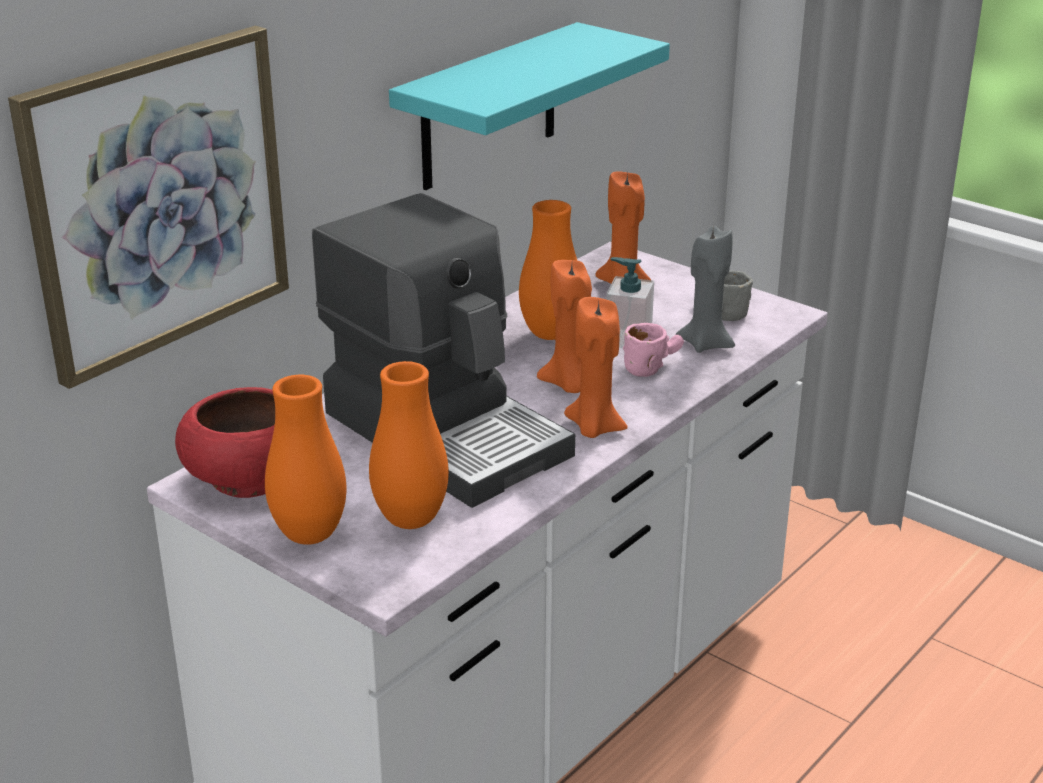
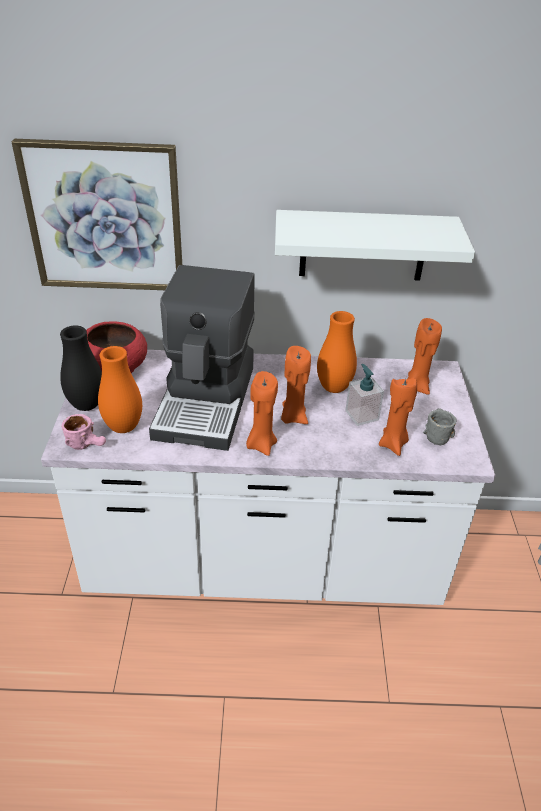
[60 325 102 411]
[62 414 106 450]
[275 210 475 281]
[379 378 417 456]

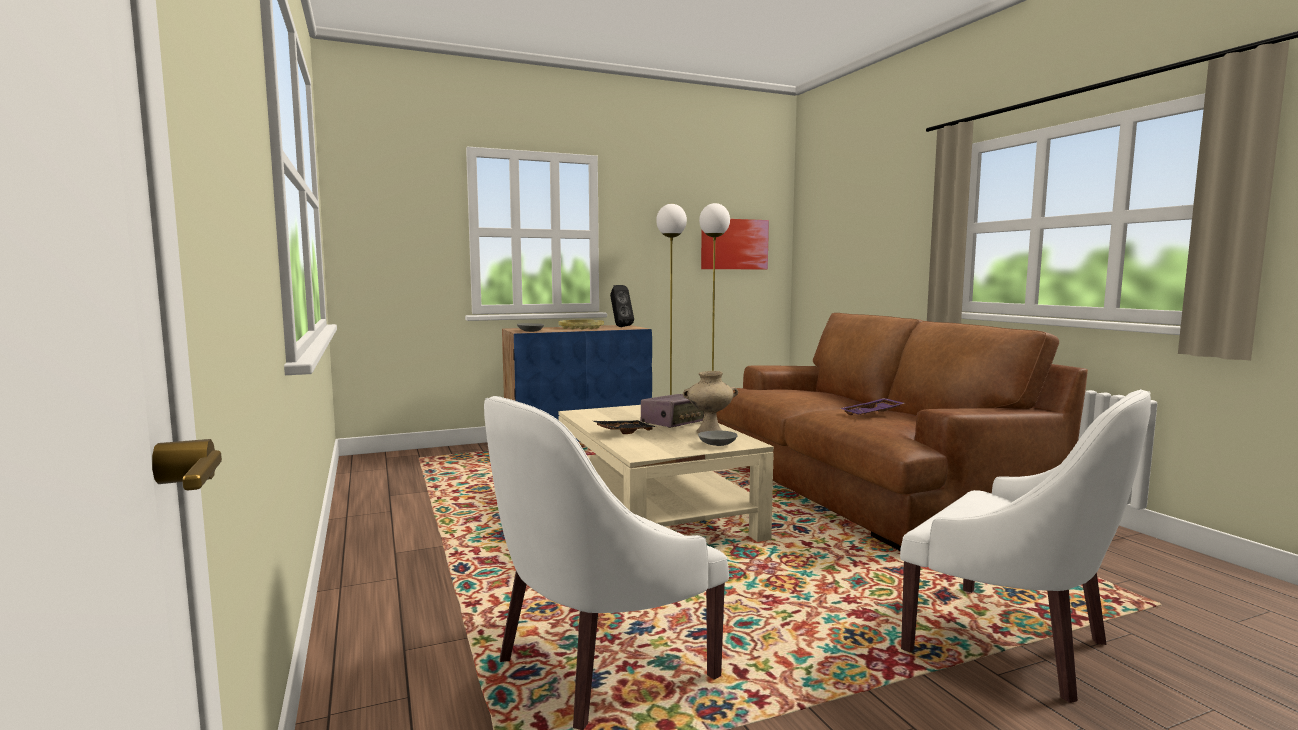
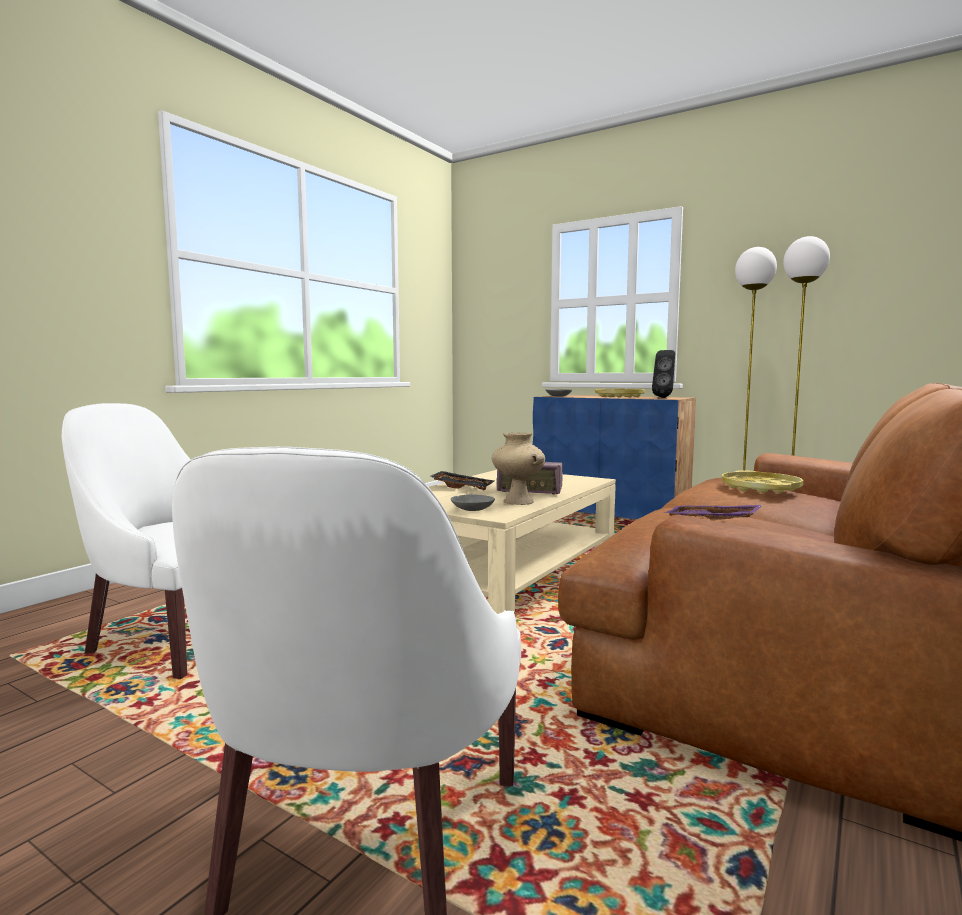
[722 470 803 493]
[701 219 769 269] (first image)

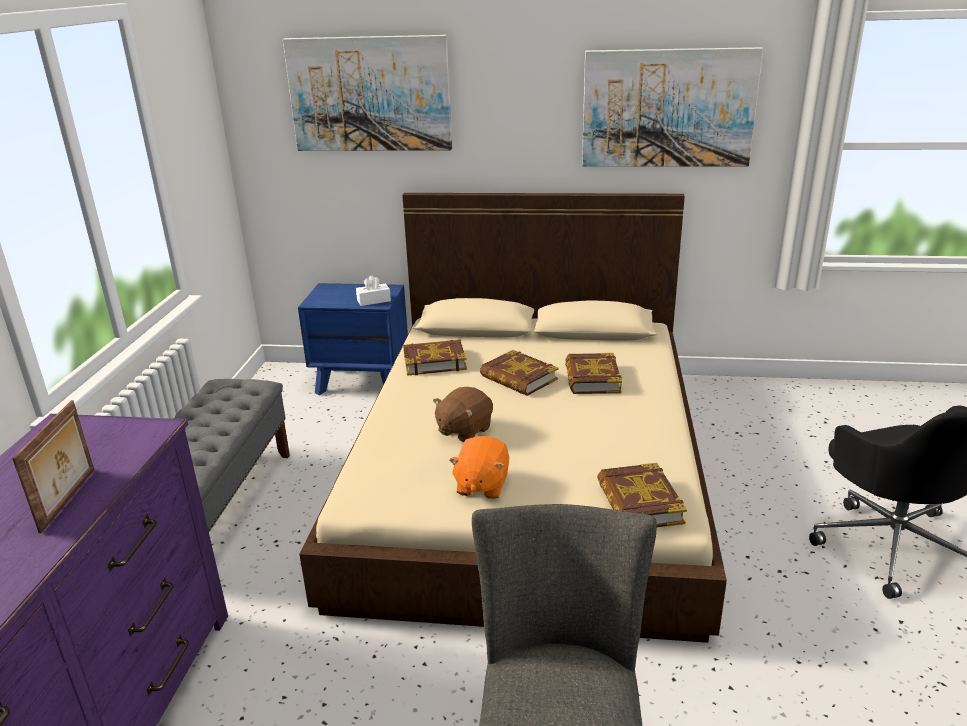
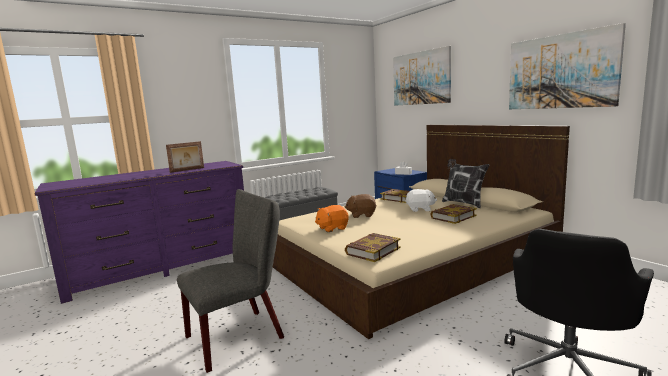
[405 189 437 212]
[442 159 490 208]

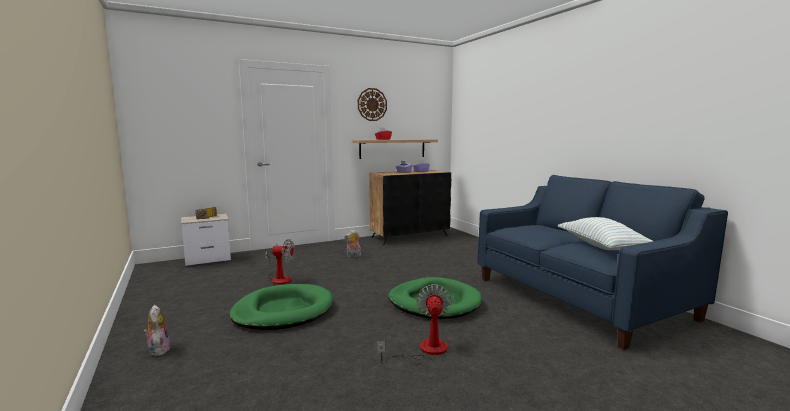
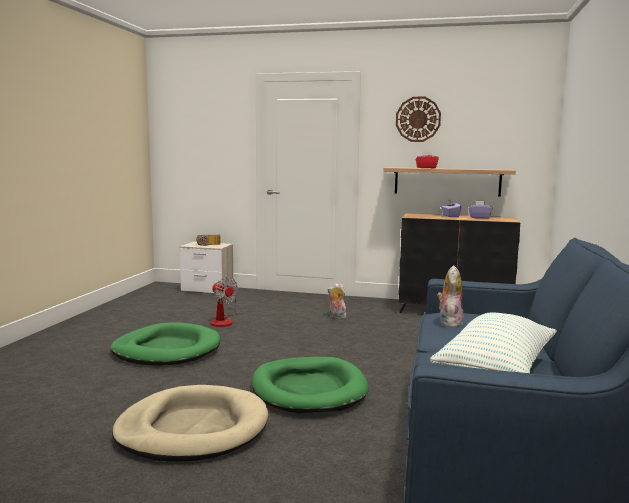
[112 385 269 462]
[437 265 463 327]

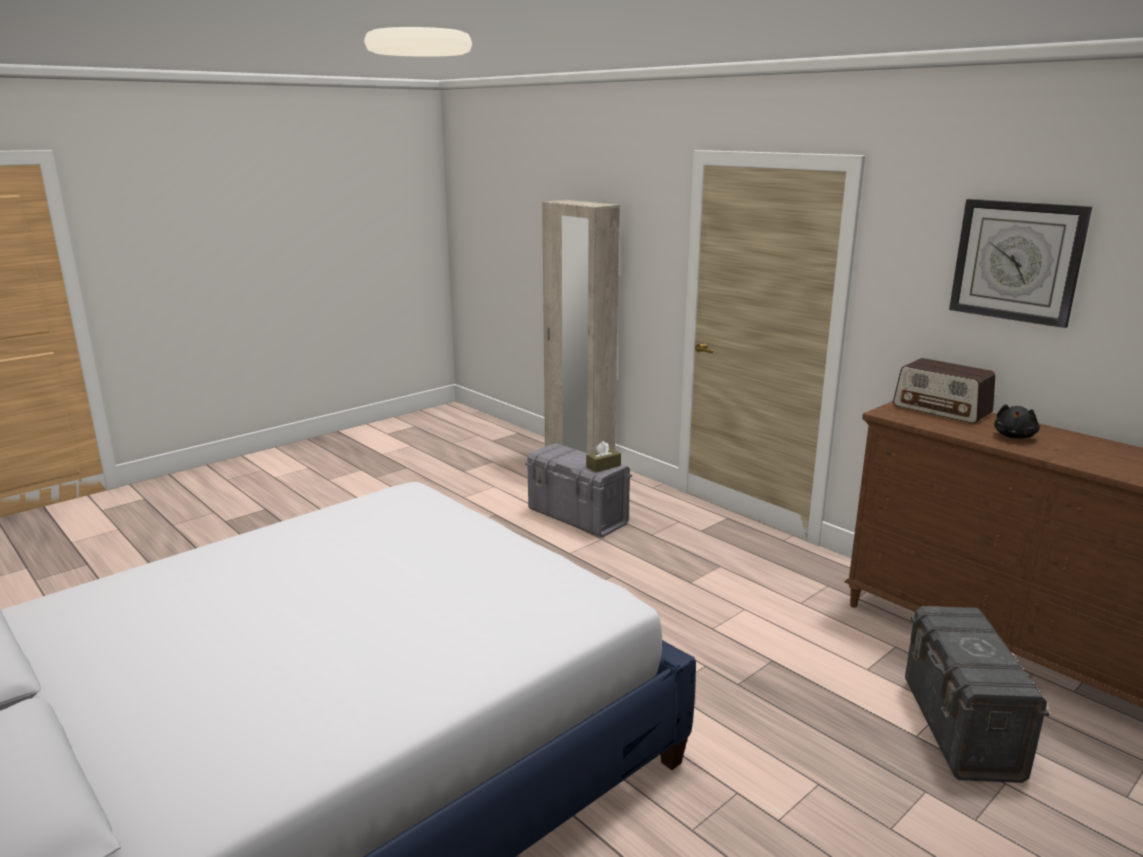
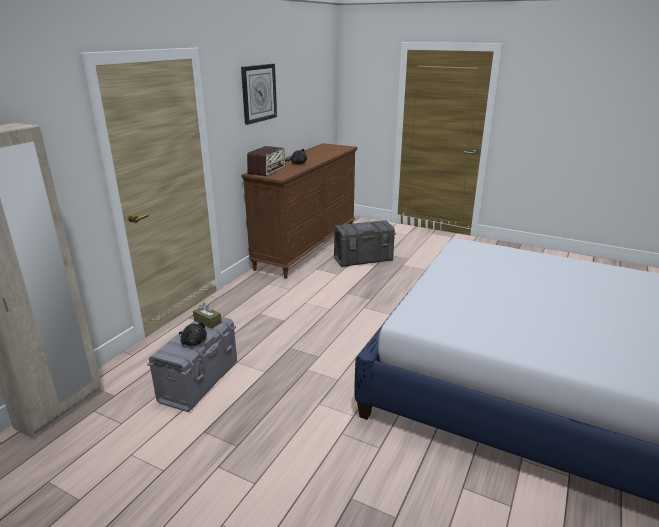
[179 322 207 346]

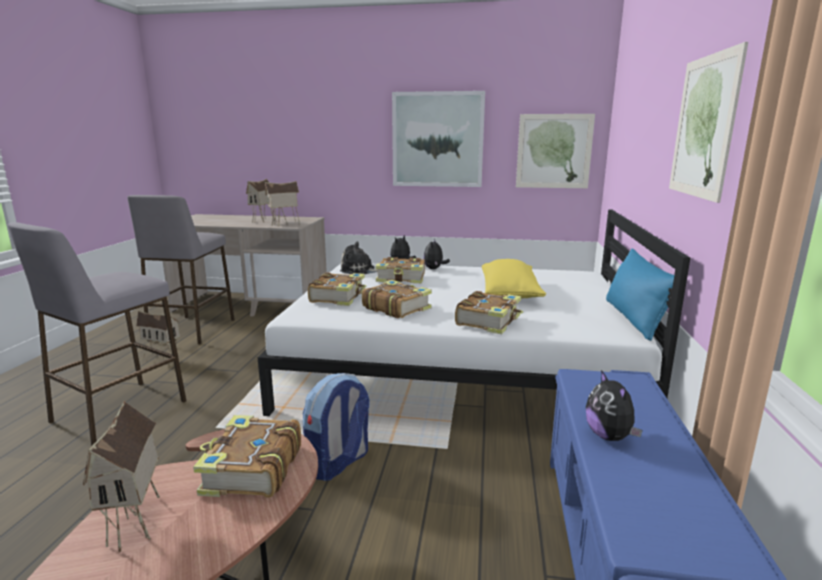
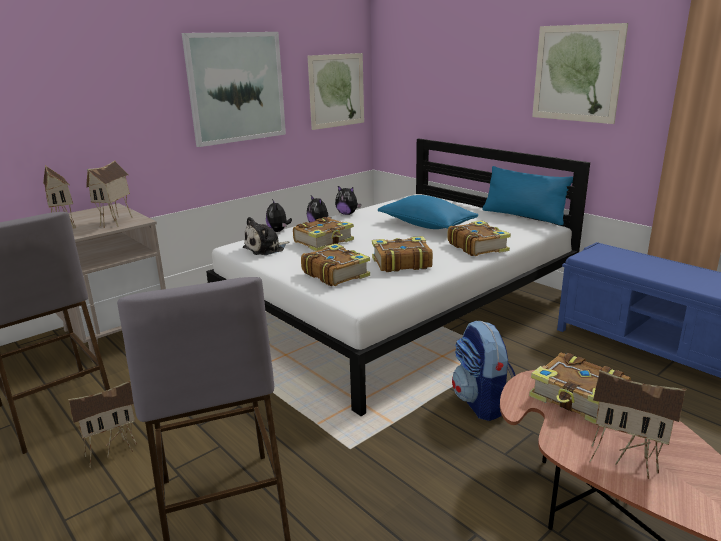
[335 186 361 215]
[378 195 478 229]

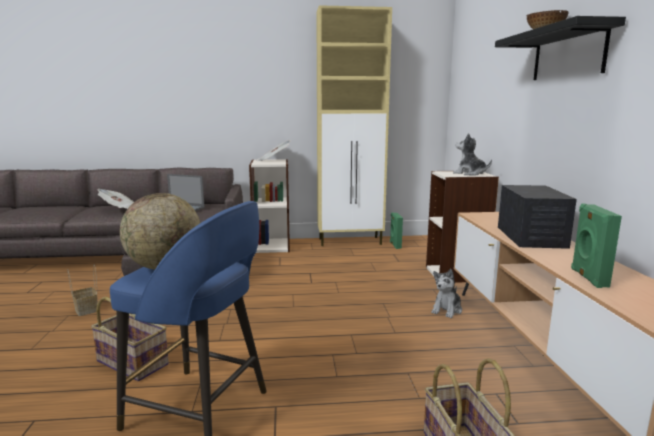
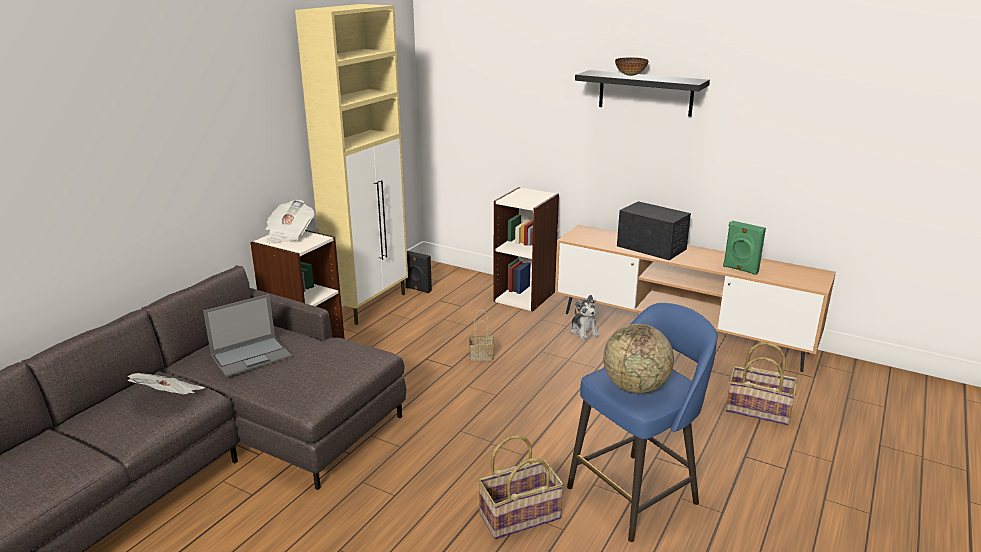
[405 251 432 293]
[469 310 495 361]
[453 133 492 176] (first image)

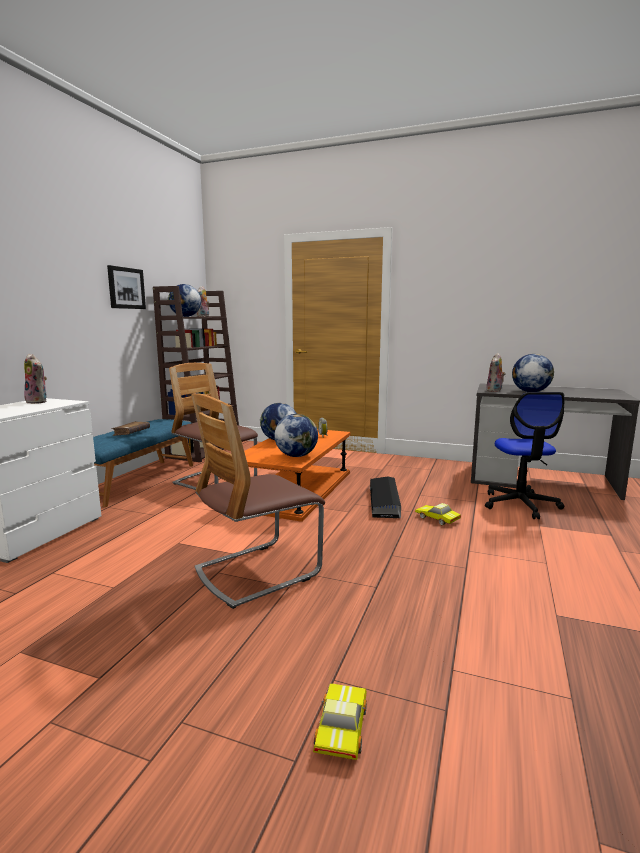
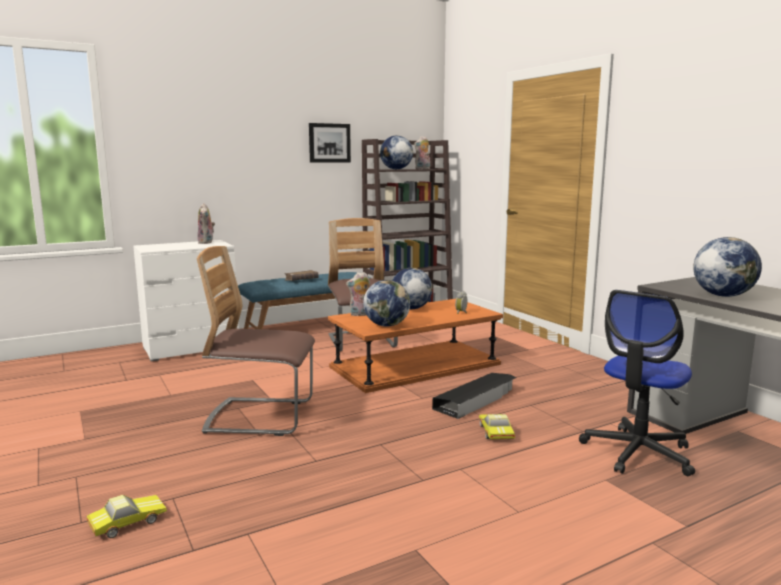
[346 272 370 316]

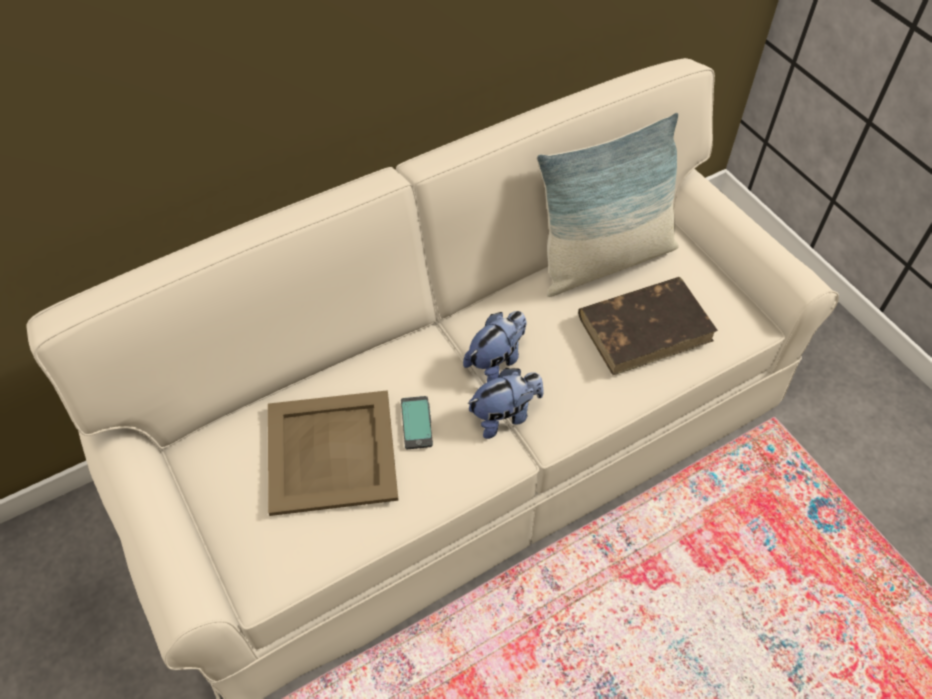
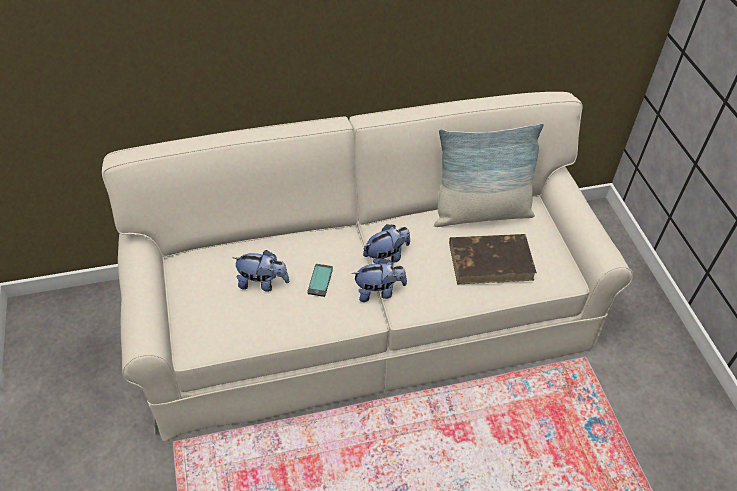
[232 250 289 292]

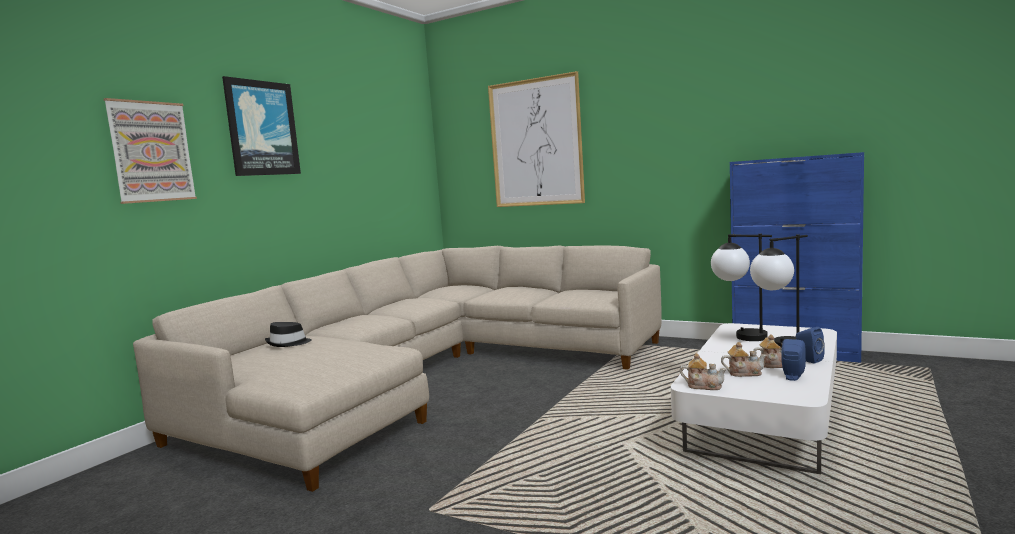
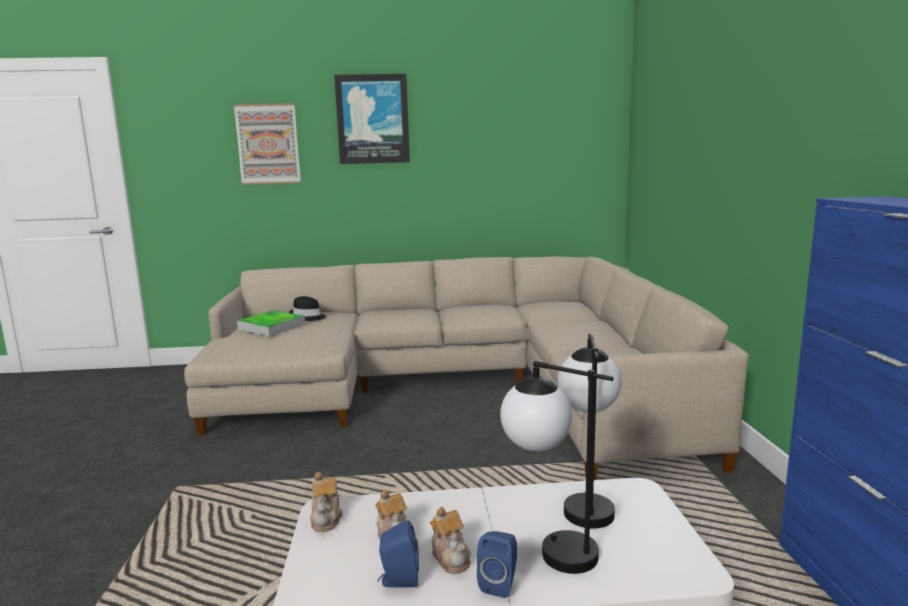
[237 311 305 336]
[488 71 585 207] (first image)

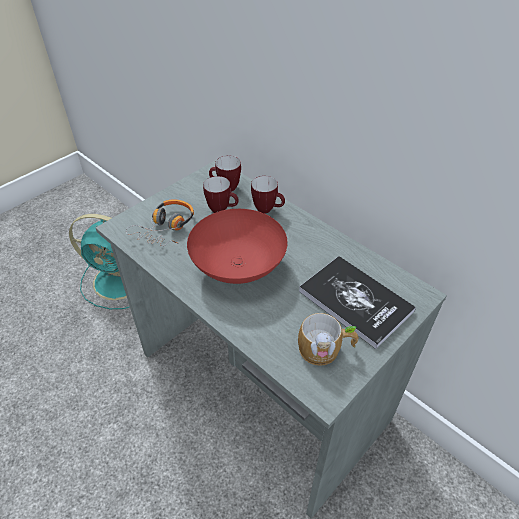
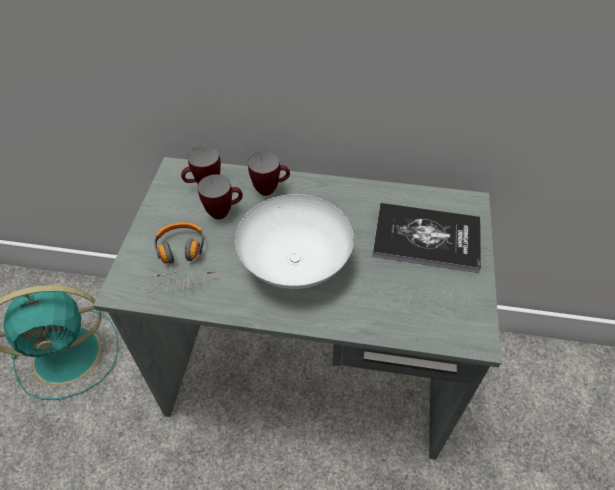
[235 194 354 289]
[298 313 359 366] (first image)

